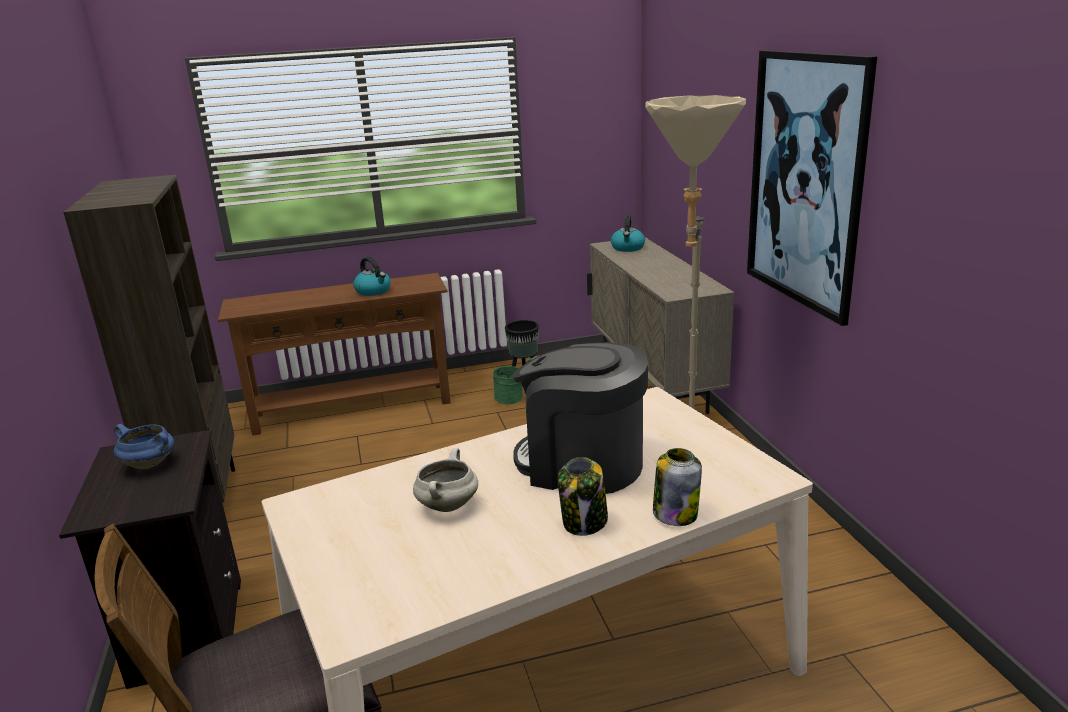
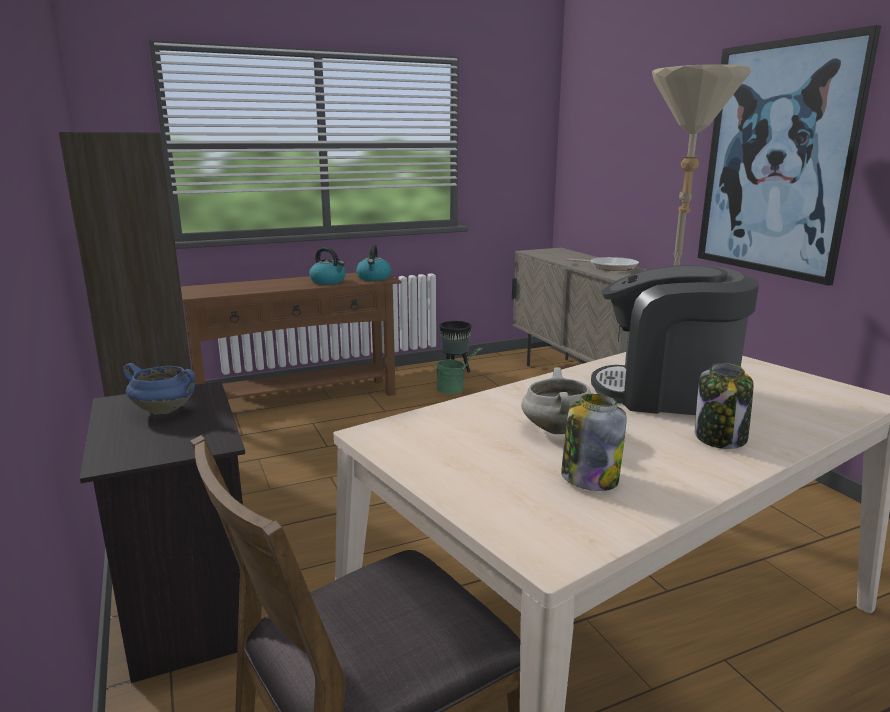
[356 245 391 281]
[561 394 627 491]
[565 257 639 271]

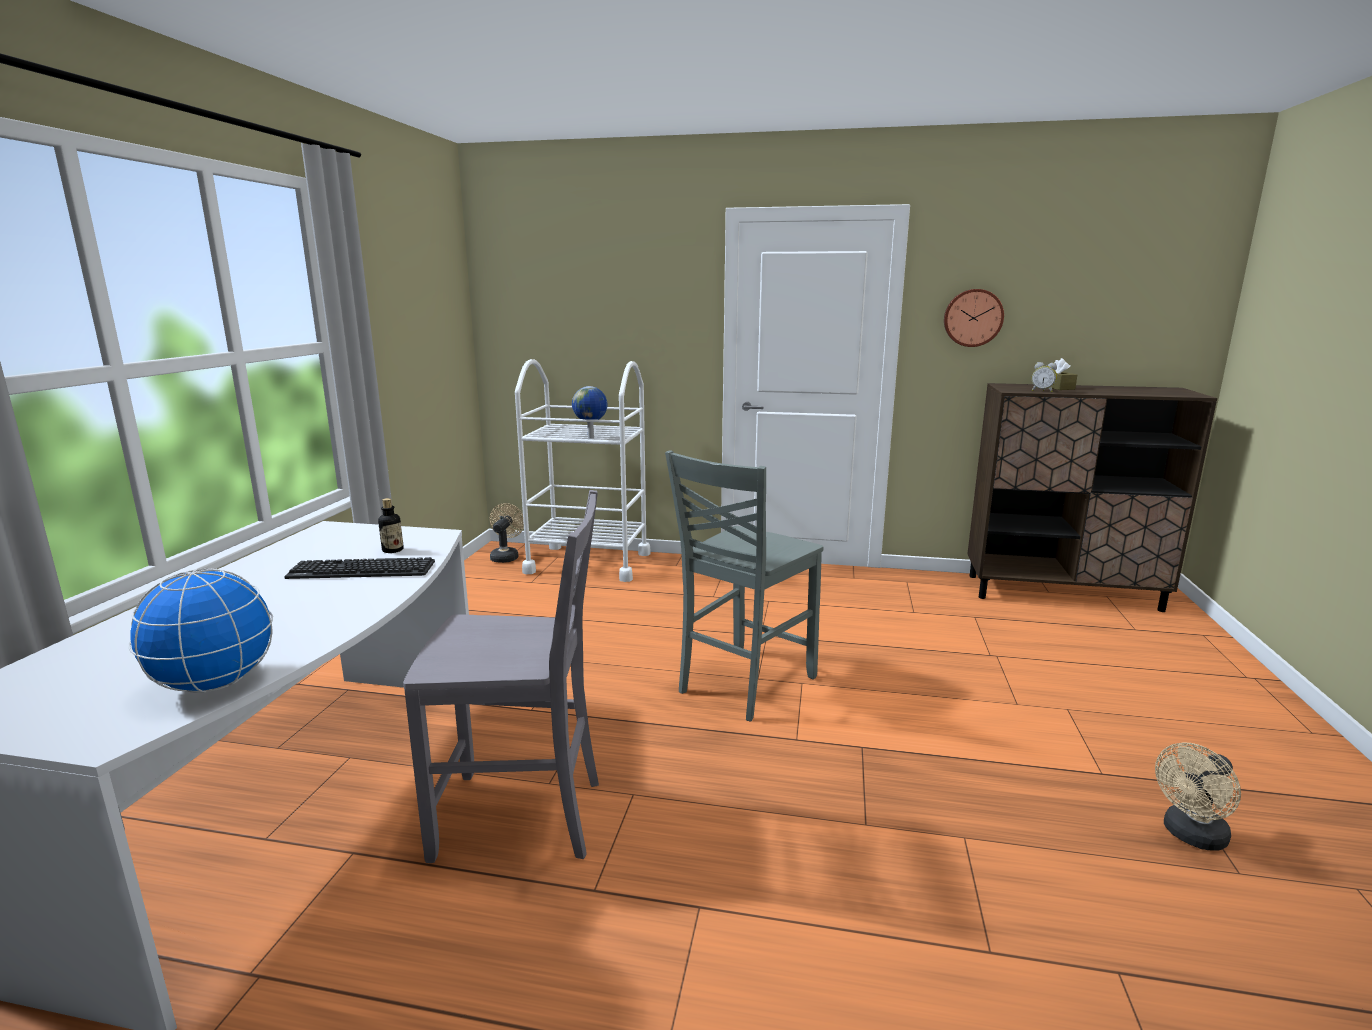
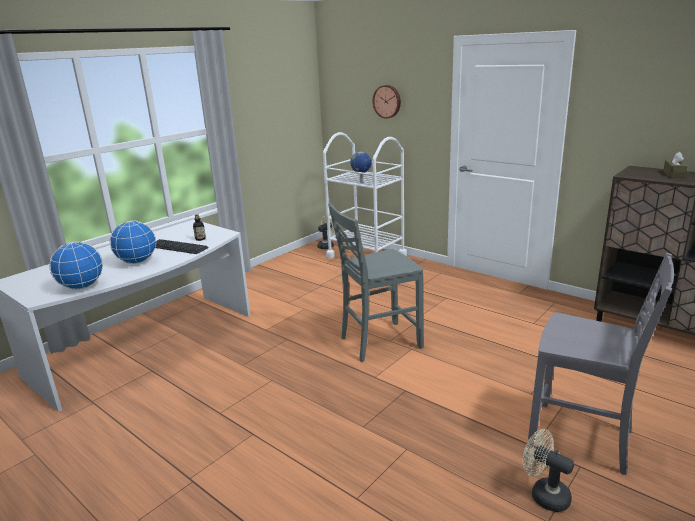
[110 221 156 264]
[372 85 401 119]
[523 429 574 512]
[528 253 674 475]
[1032 362 1057 392] (first image)

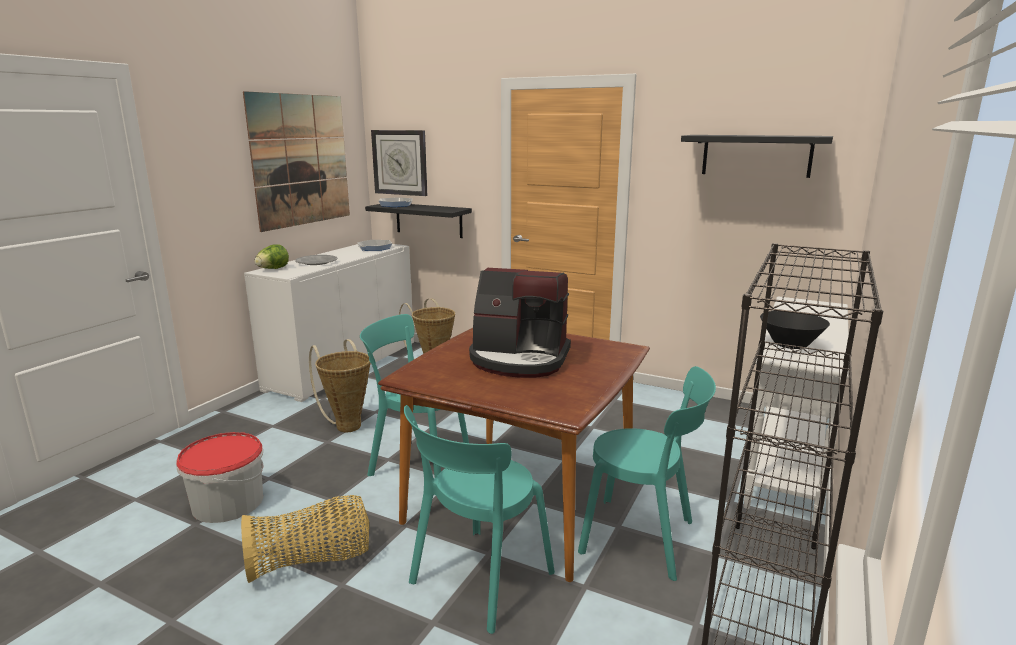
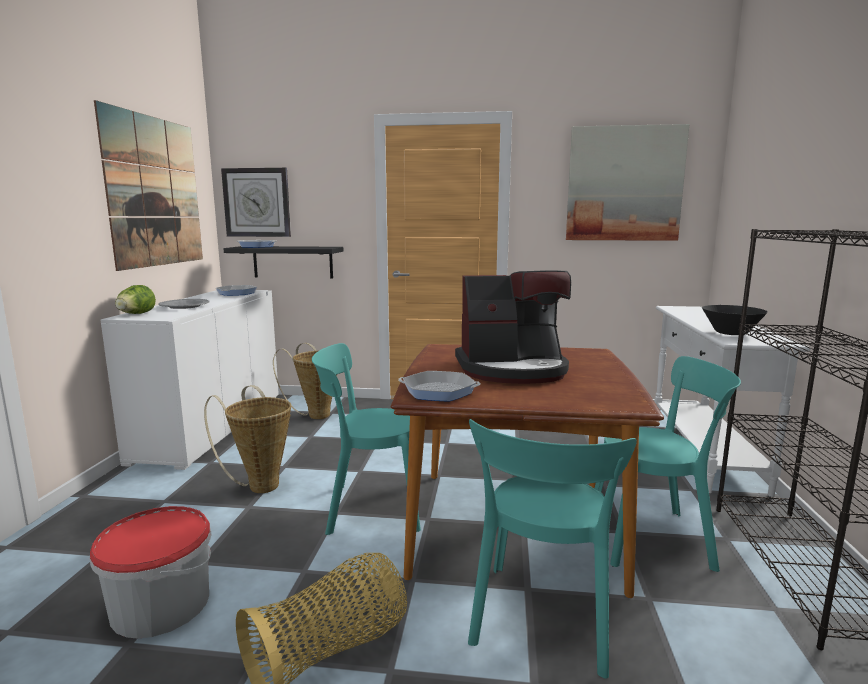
[398 371 480 402]
[566 124 690 241]

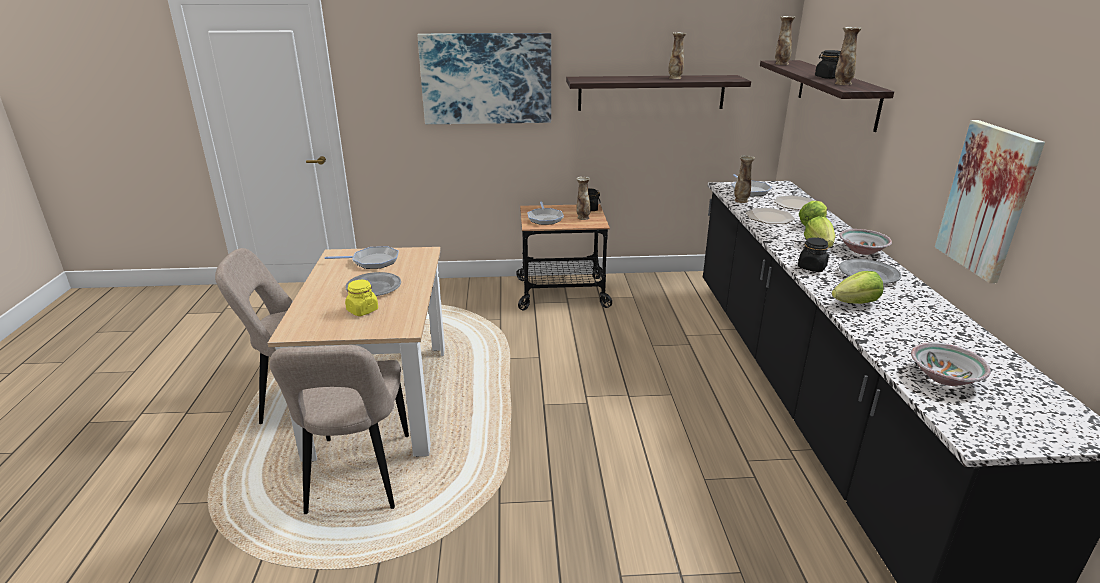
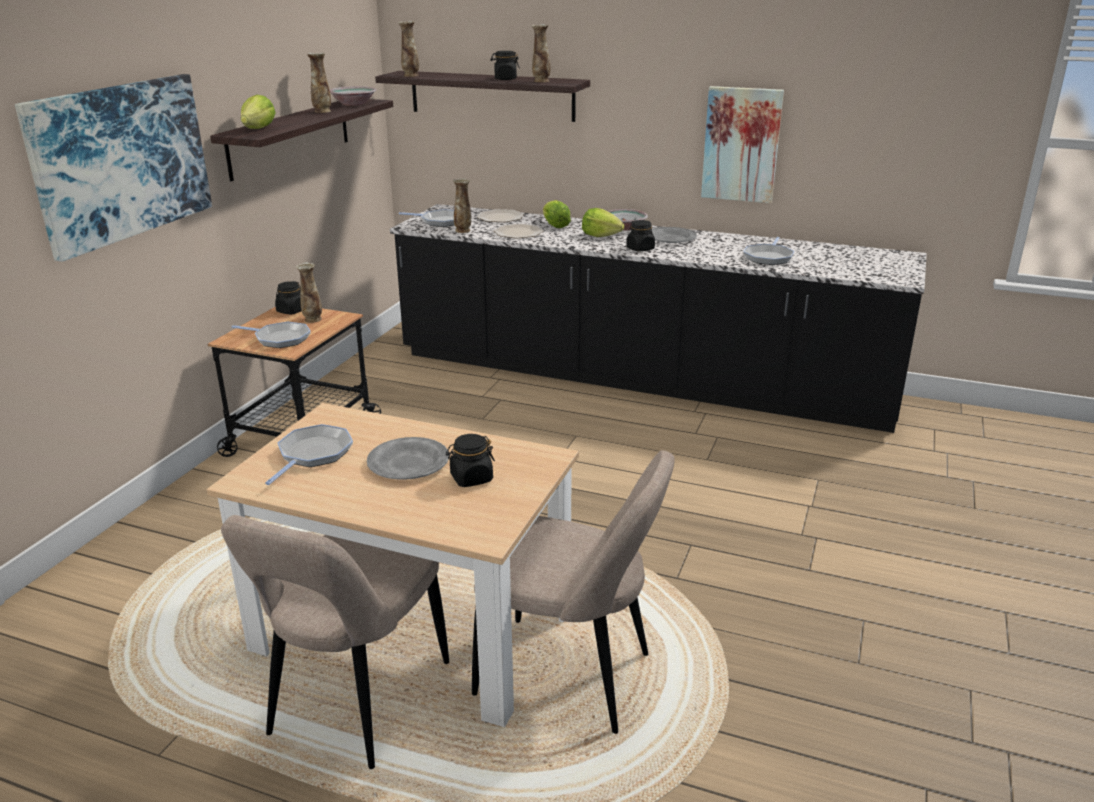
[241 95 276 129]
[330 86 376 106]
[446 434 495 487]
[743 237 794 265]

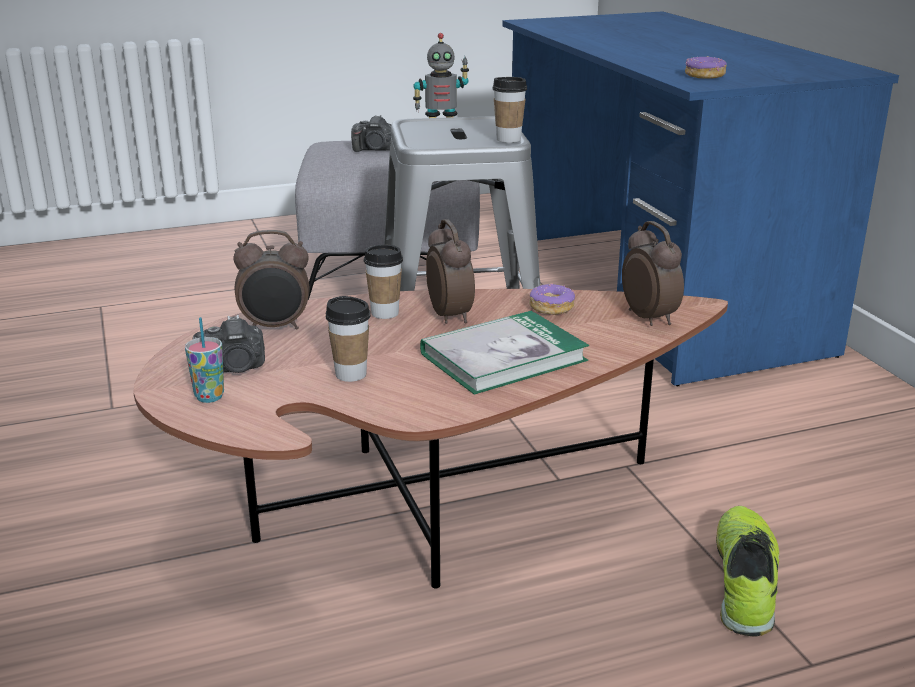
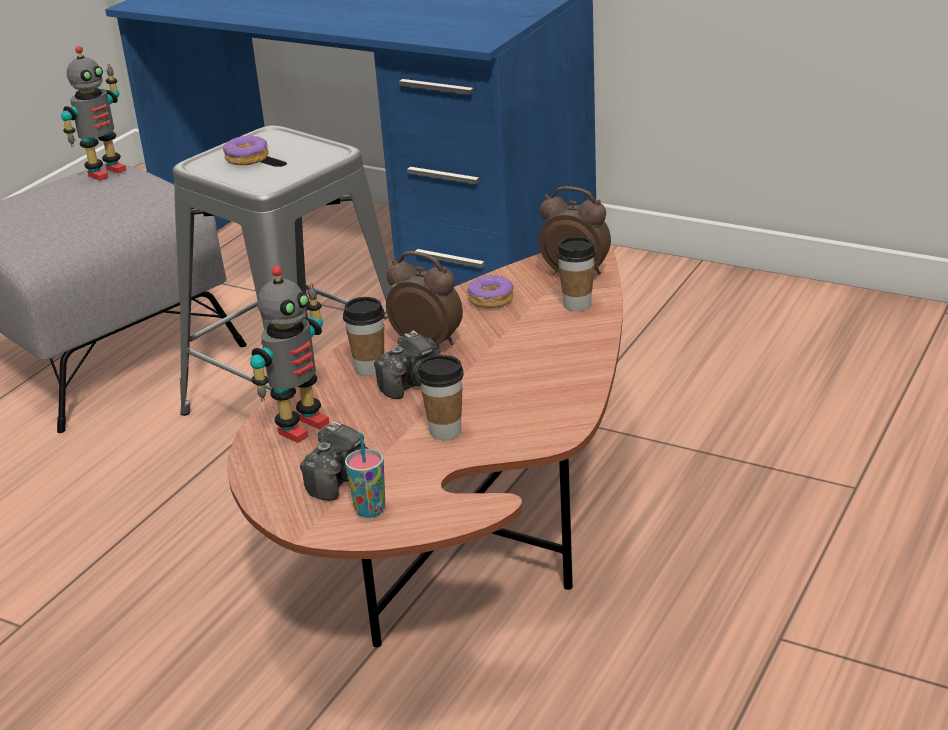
[223 135 269 165]
[250 266 329 443]
[374 330 438 399]
[556 236 596 311]
[420 311 589 395] (first image)
[716 506 779 637] (first image)

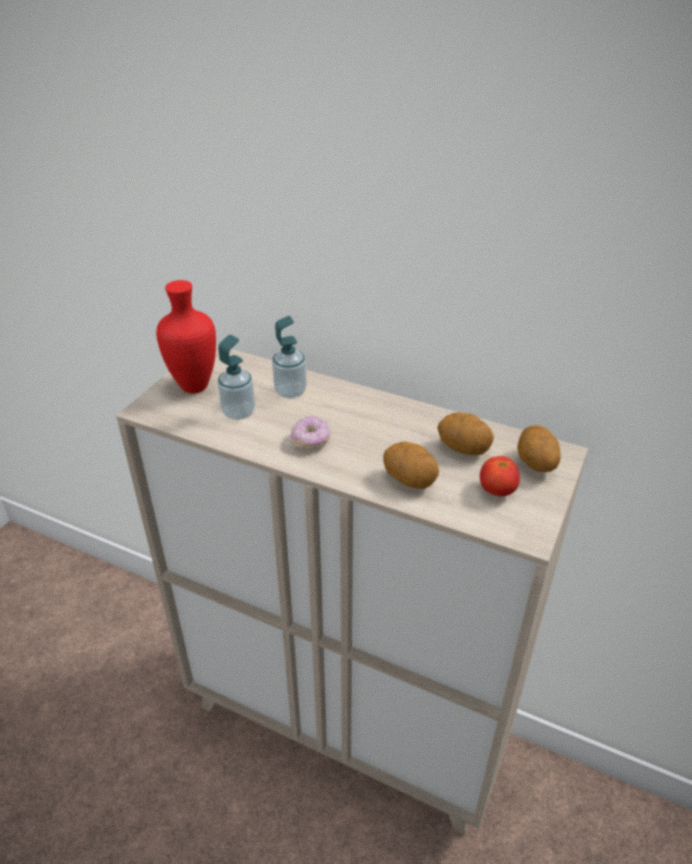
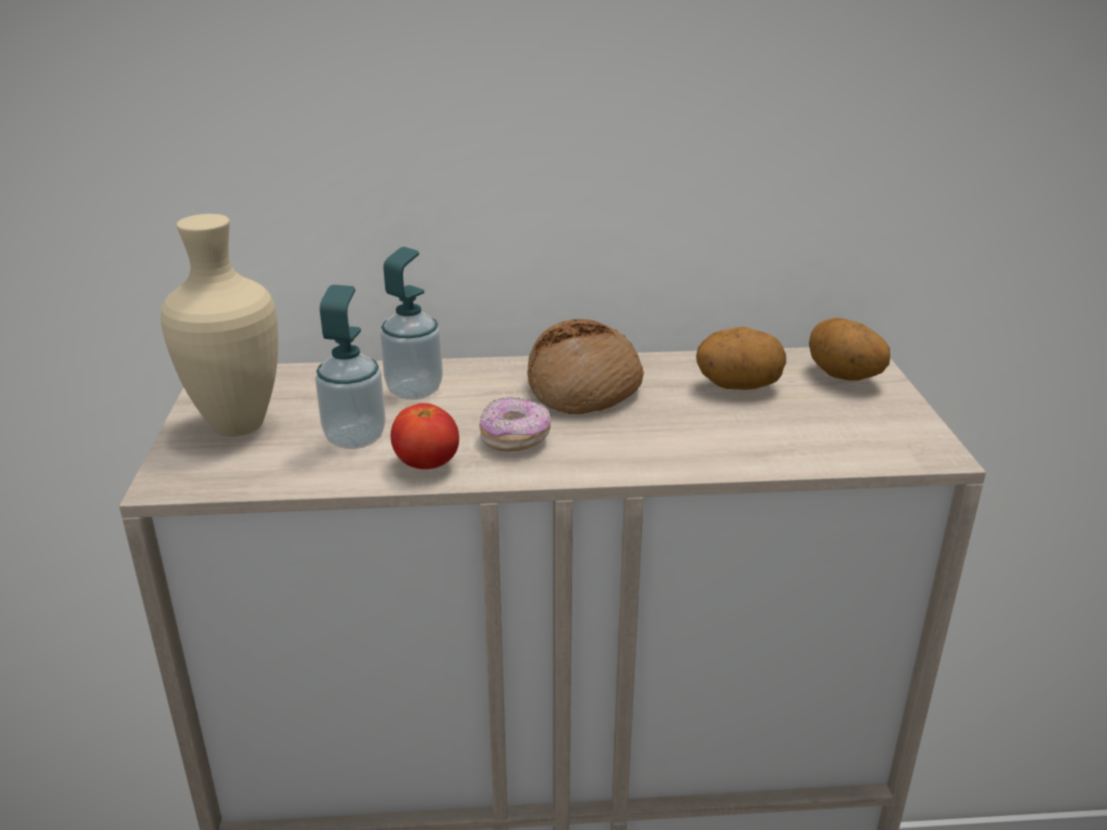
[160 214 278 437]
[391 403 459 469]
[527 319 644 414]
[383 442 439 489] (first image)

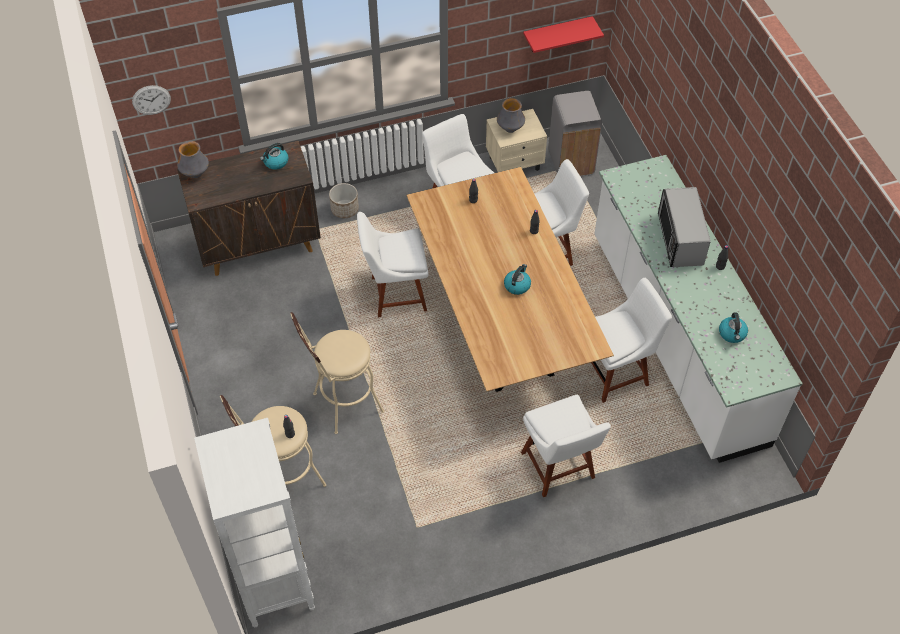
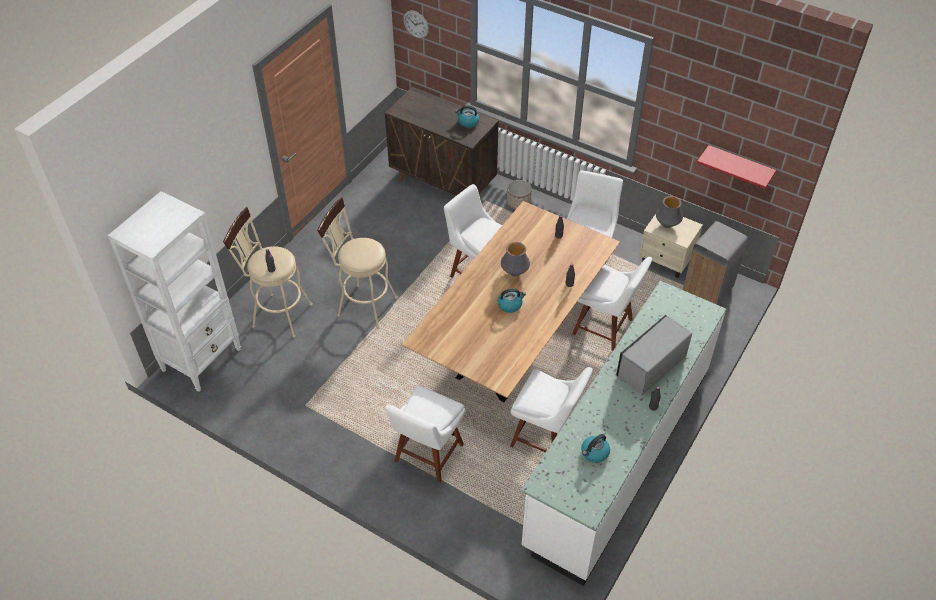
[501 242 530 276]

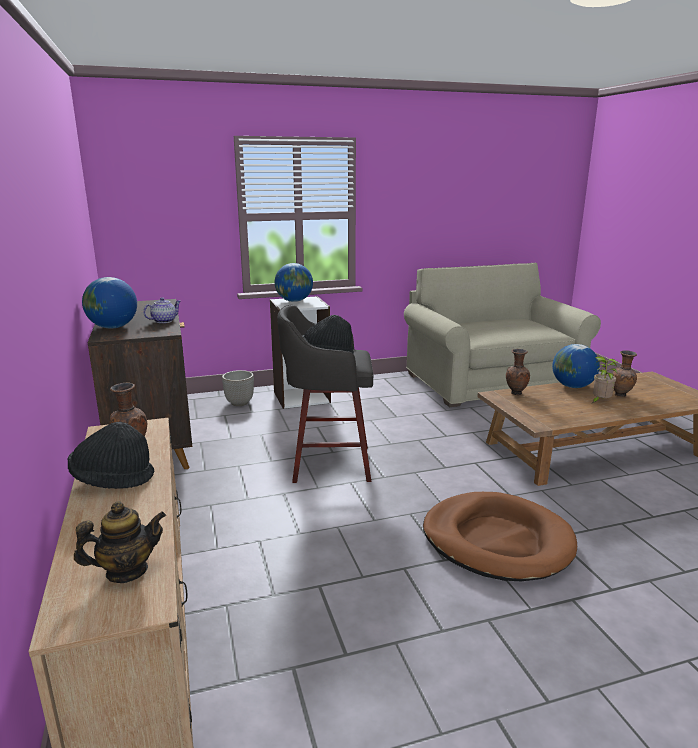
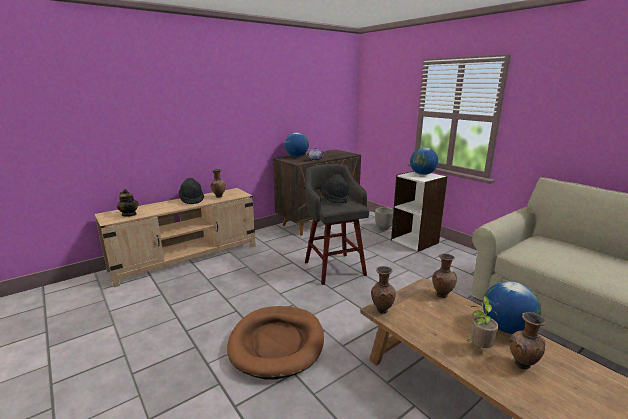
[371 266 396 314]

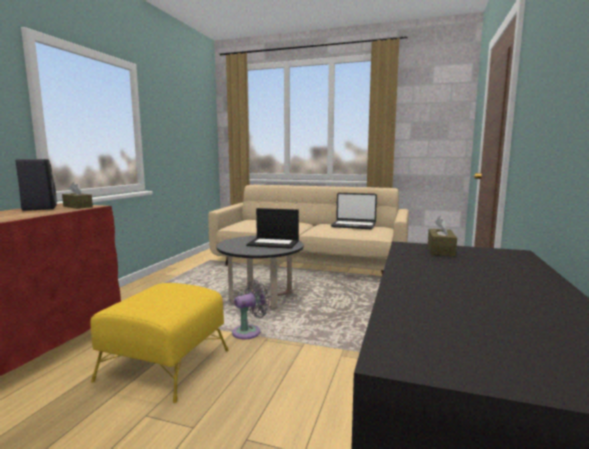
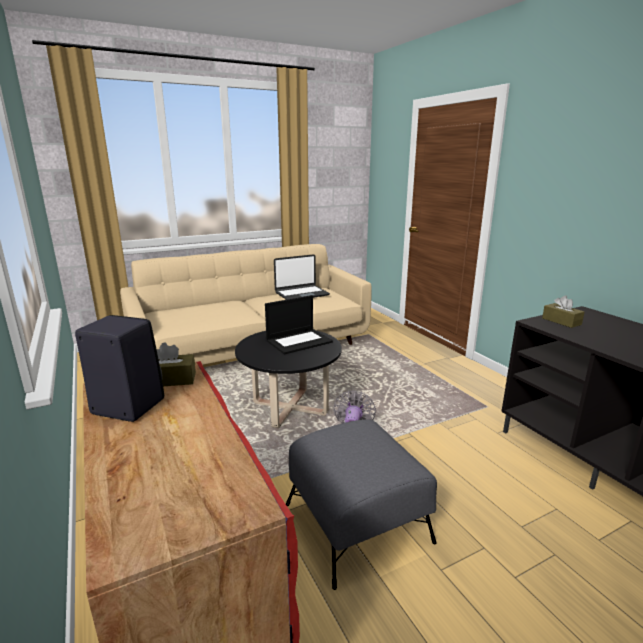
[286 419 437 590]

